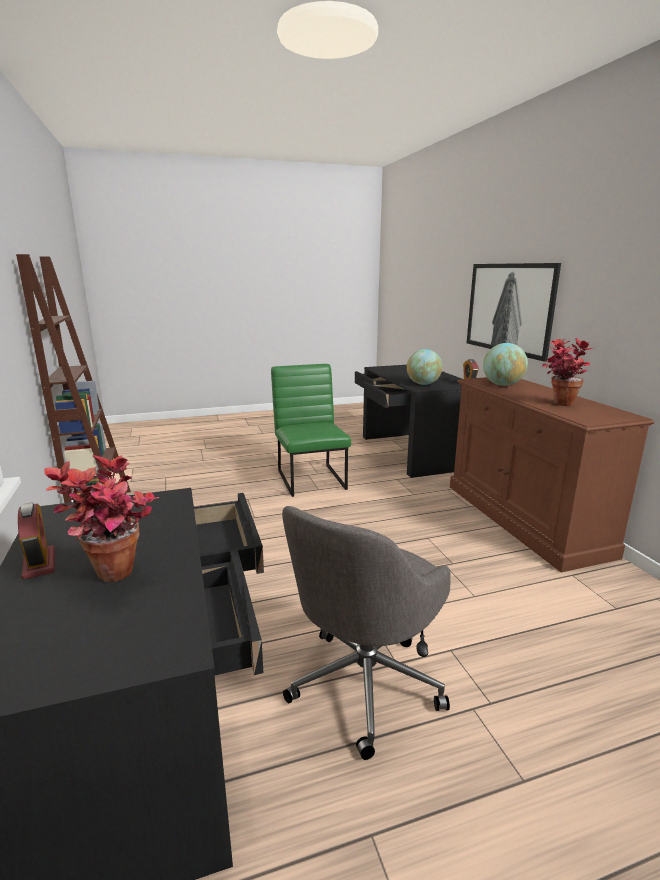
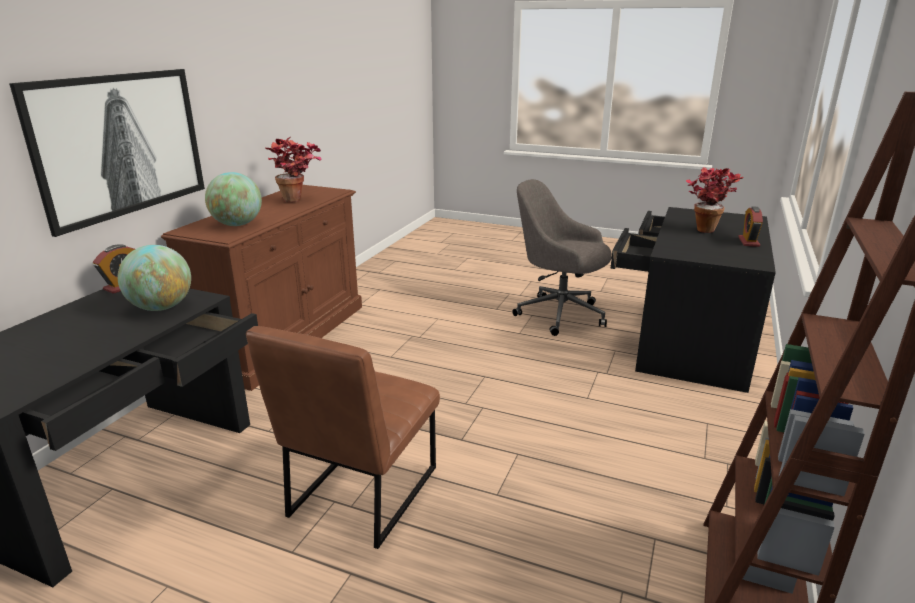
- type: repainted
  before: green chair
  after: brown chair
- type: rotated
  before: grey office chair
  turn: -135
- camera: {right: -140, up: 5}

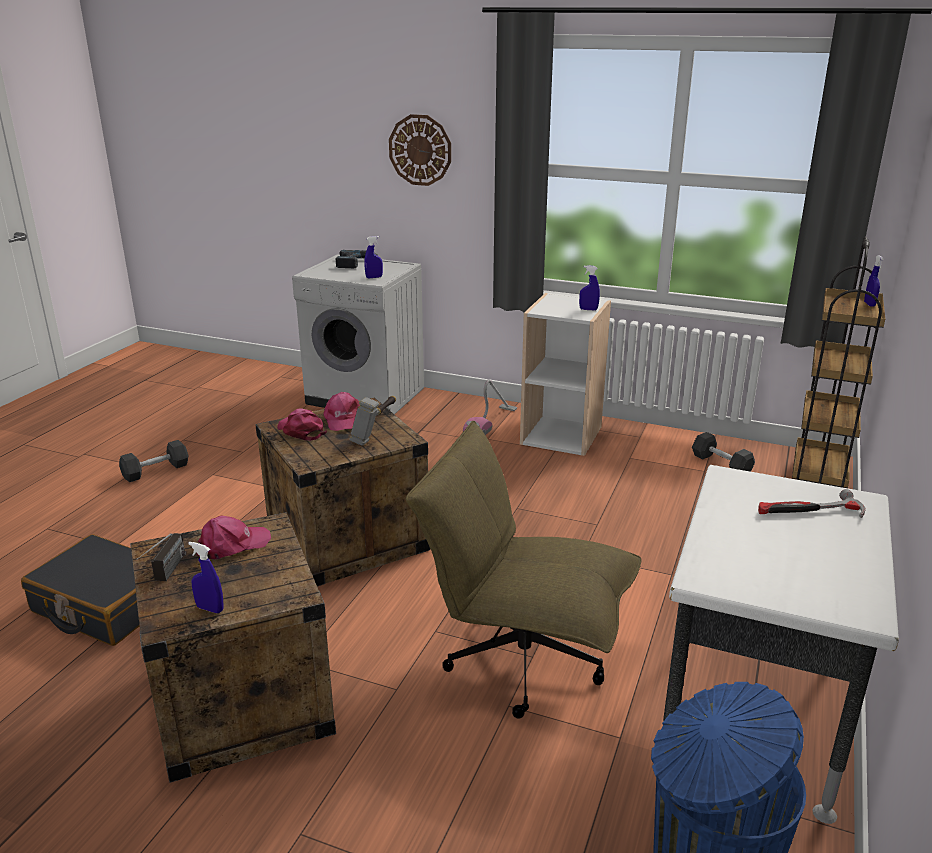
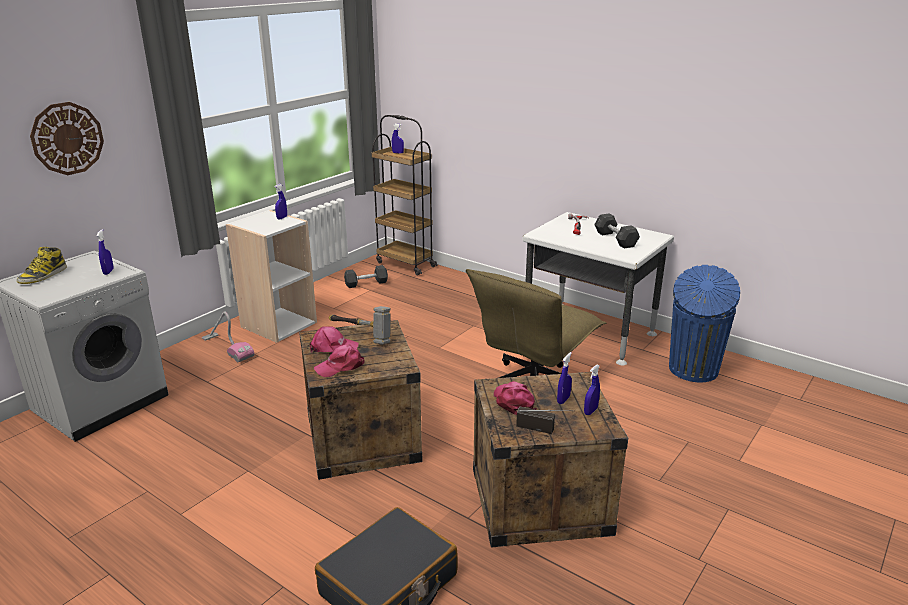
- type: shifted
  before: grey dumbbell (no. 1 from left in the first image)
  after: grey dumbbell (no. 2 from left)
- type: swapped
  before: power drill
  after: boot
- type: new
  after: blue spray bottle (no. 4 from left)
- camera: {right: -75, up: 0}

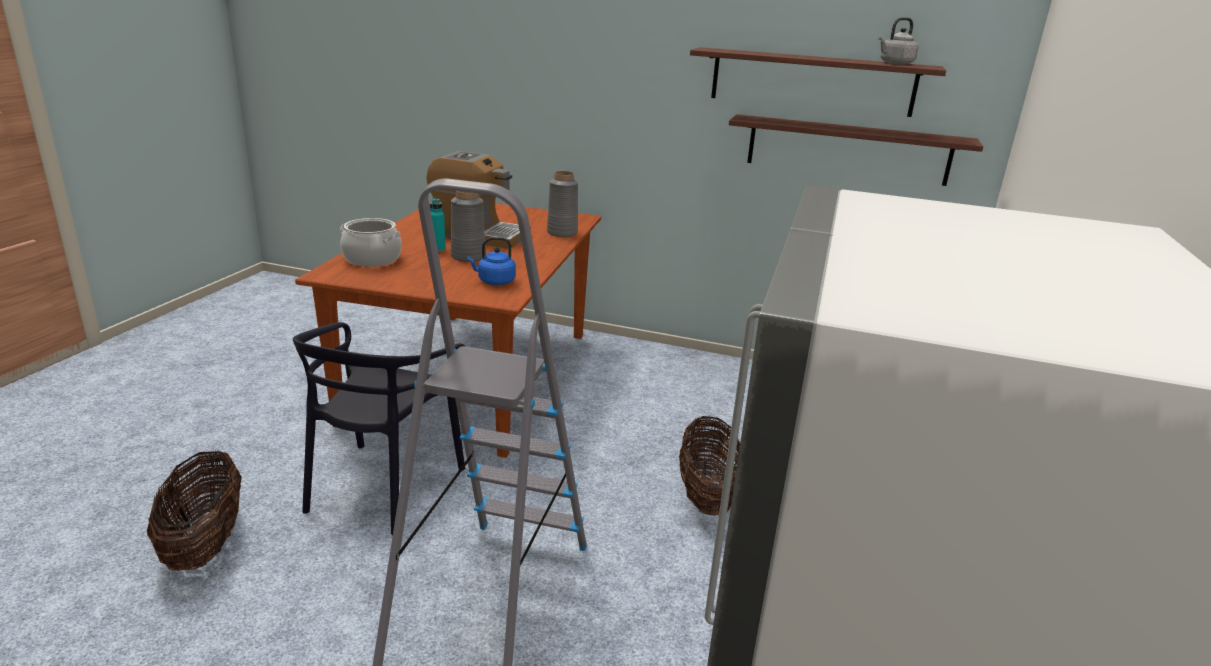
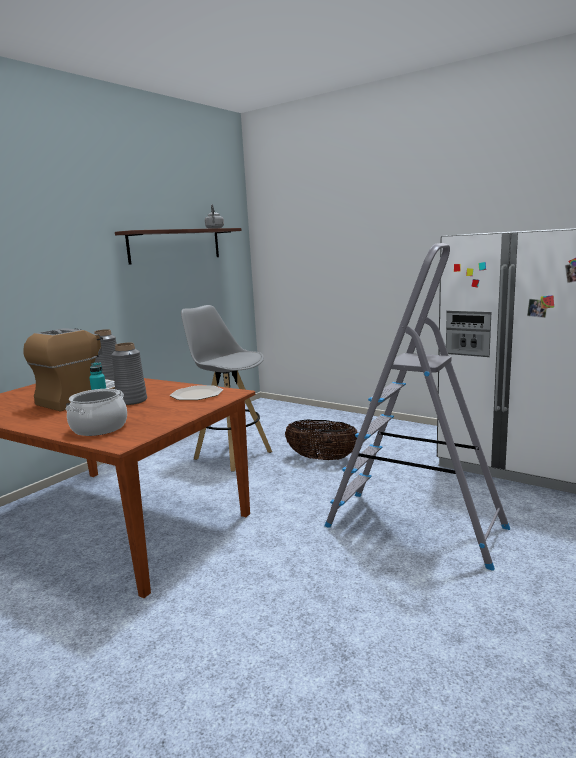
- type: gone
  before: basket (no. 1 from left)
- type: gone
  before: black chair
- type: swapped
  before: blue kettle
  after: plate
- type: gone
  before: shelf (no. 2 from left)
- type: new
  after: grey stool
- camera: {right: -70, up: -10}

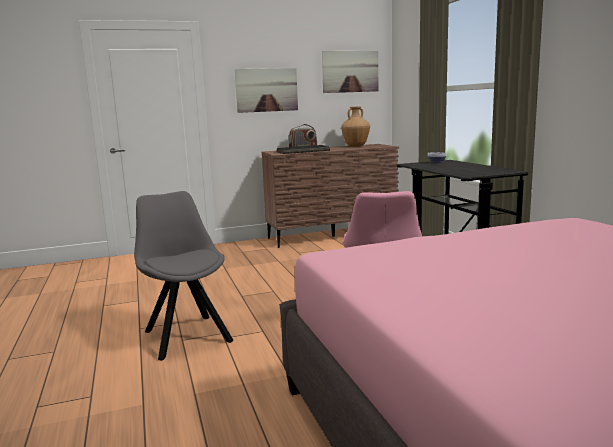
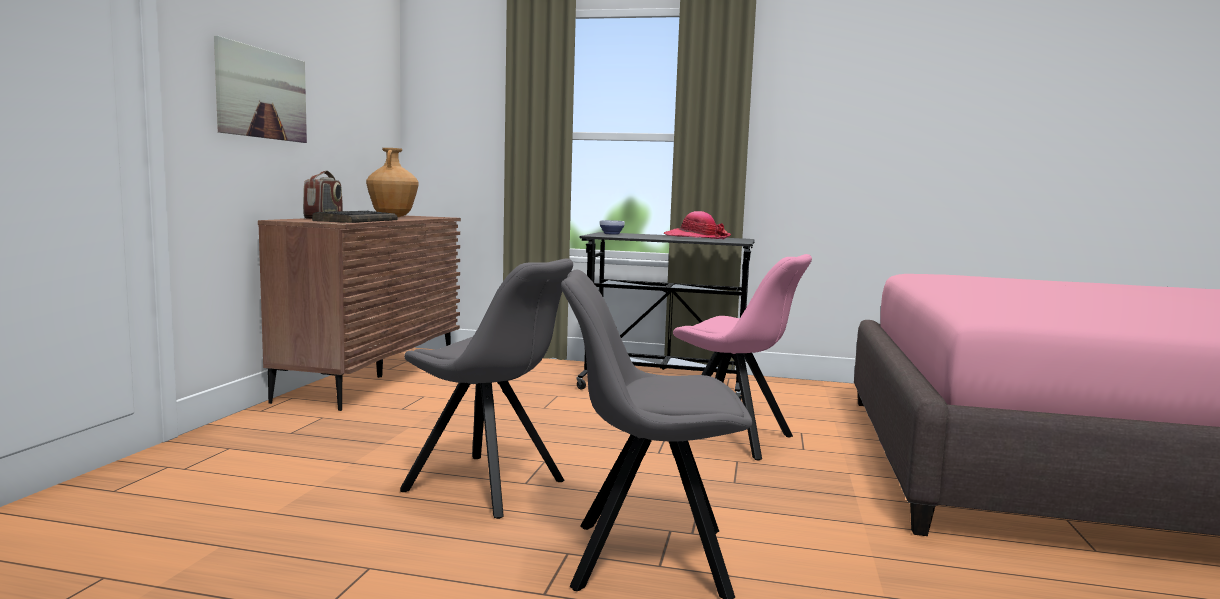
- type: gone
  before: picture (no. 2 from left)
- type: new
  after: grey chair (no. 1 from left)
- type: new
  after: hat
- camera: {right: -60, up: -5}

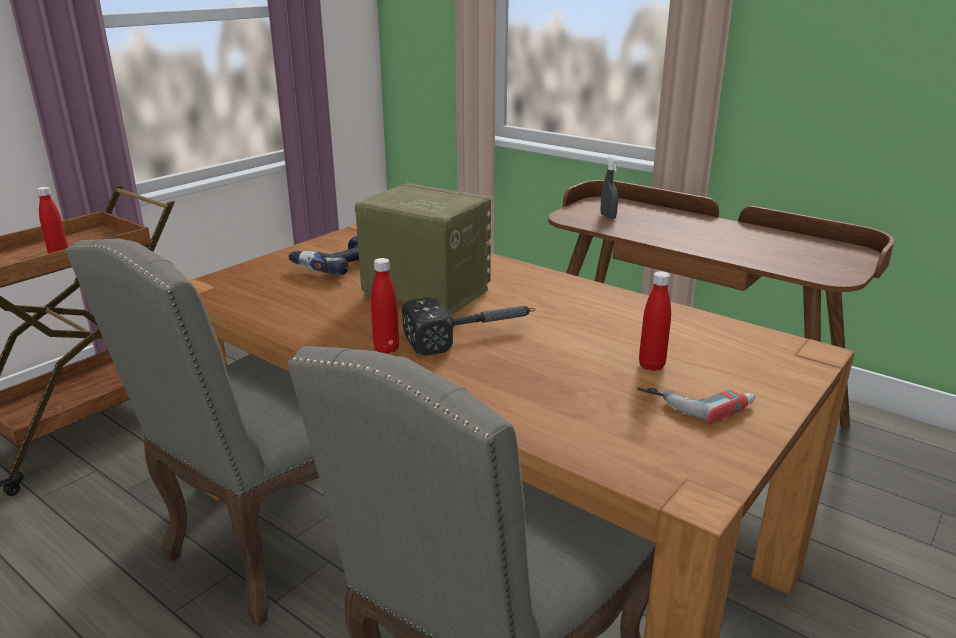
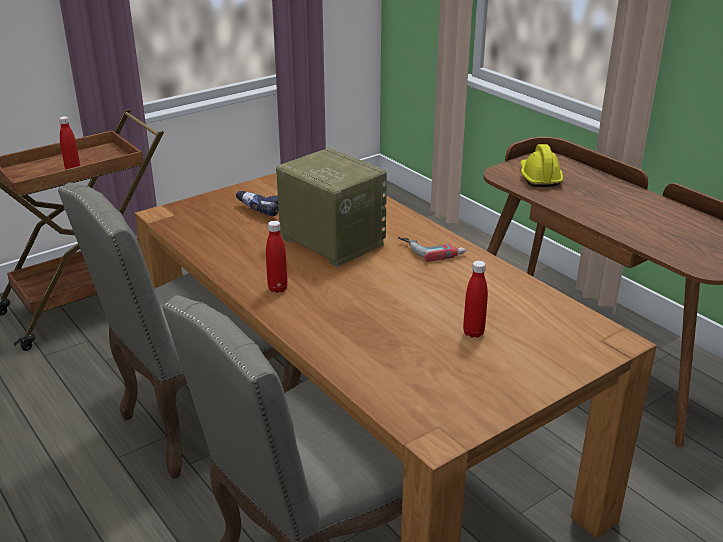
- type: gone
  before: hammer
- type: swapped
  before: grey spray bottle
  after: yellow hard hat
- type: shifted
  before: power drill (no. 2 from left)
- camera: {right: 15, up: 5}

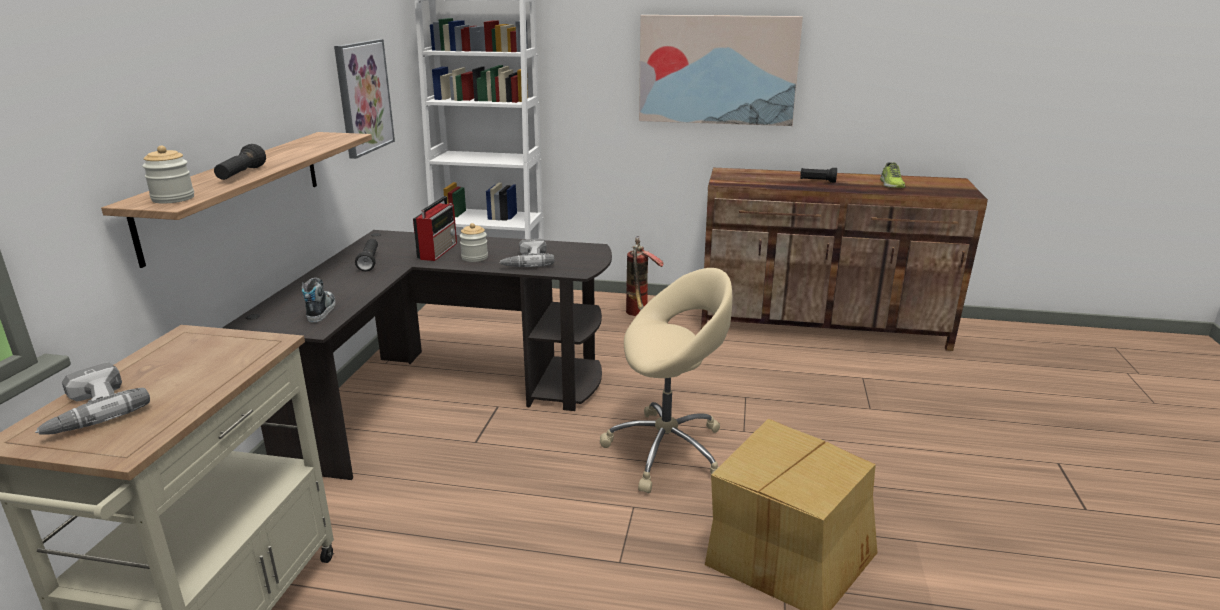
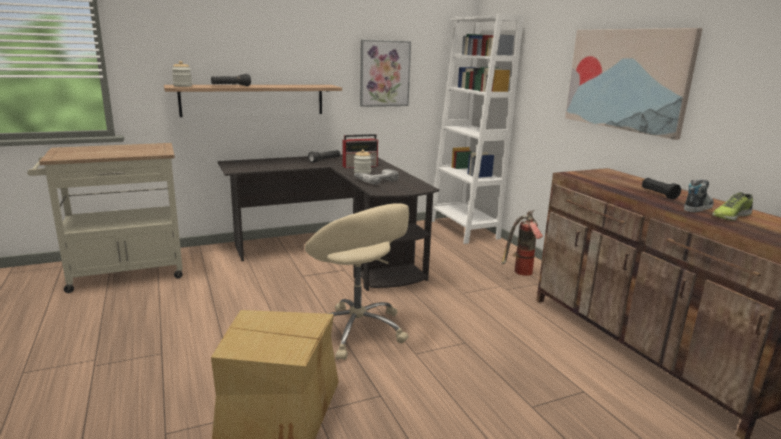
- type: gone
  before: power drill (no. 1 from left)
- type: shifted
  before: shoe (no. 1 from left)
- camera: {right: 55, up: -5}

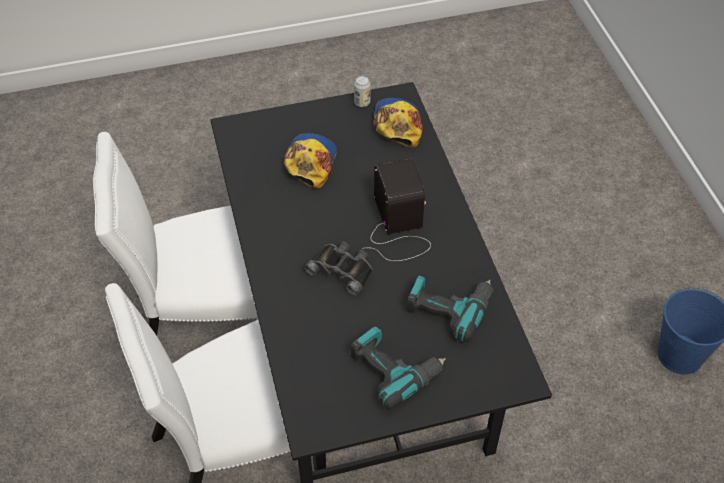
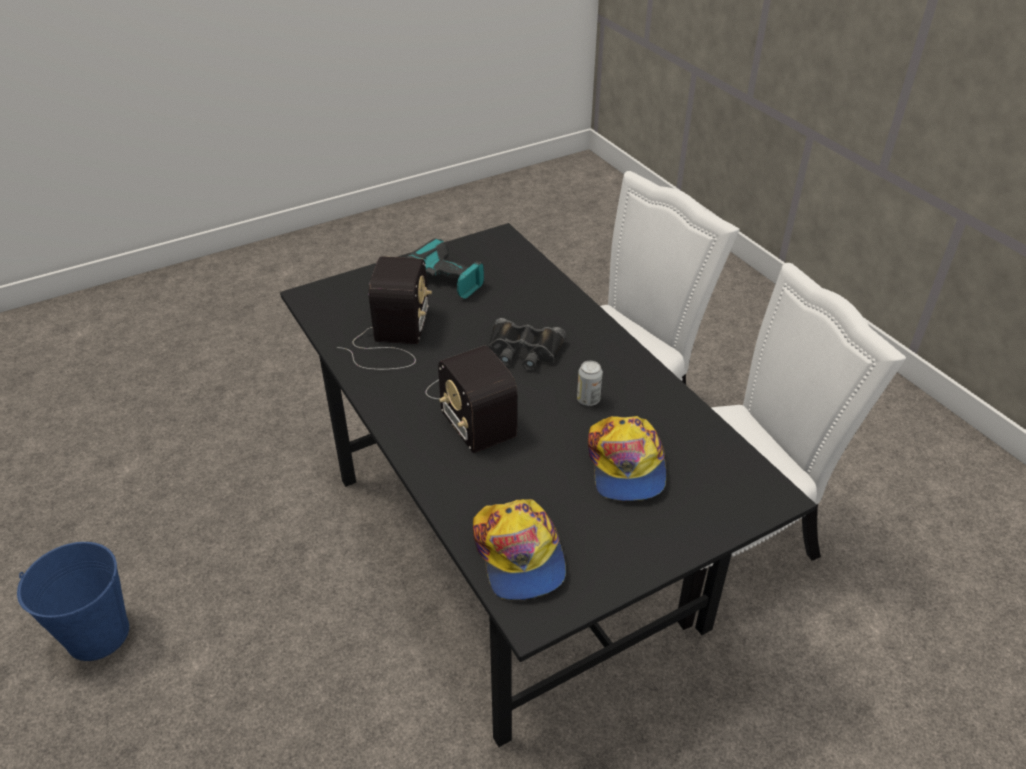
- type: shifted
  before: can
- type: swapped
  before: power drill (no. 2 from left)
  after: radio (no. 1 from left)
- camera: {right: 165, up: -10}

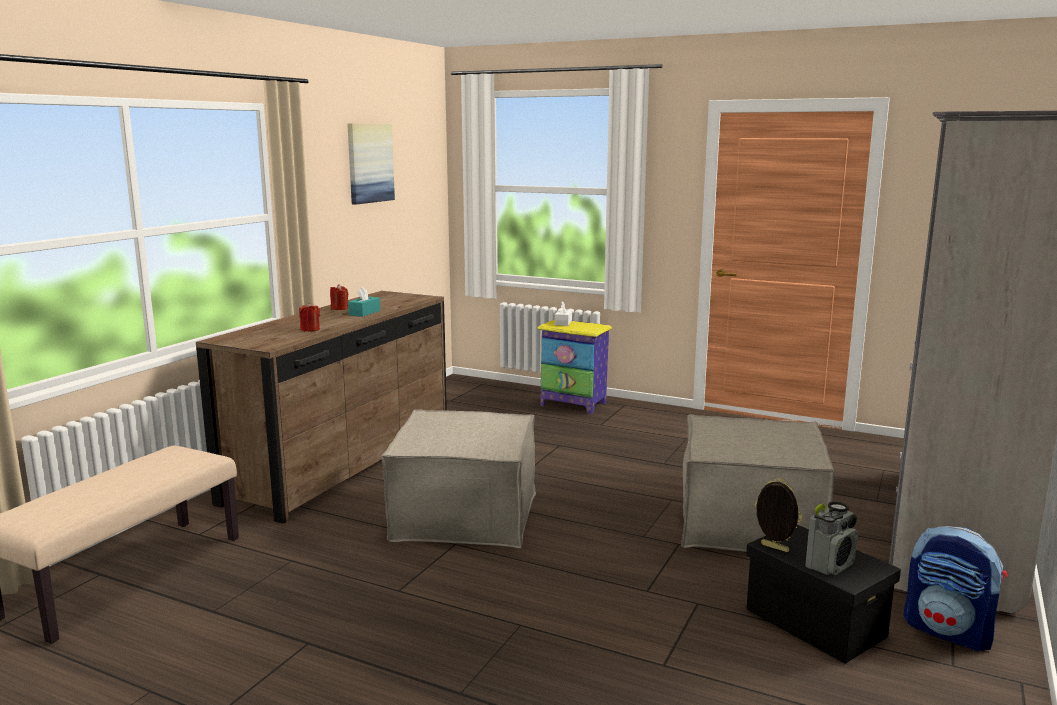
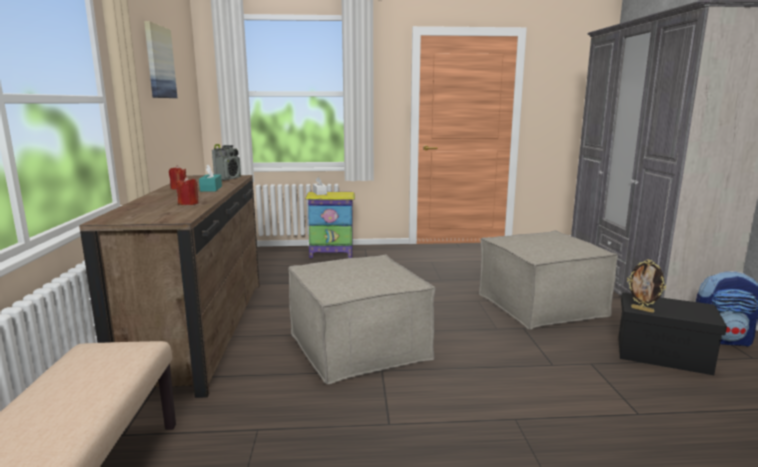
- type: rotated
  before: picture frame
  turn: -150
- type: shifted
  before: radio
- camera: {right: -30, up: 0}

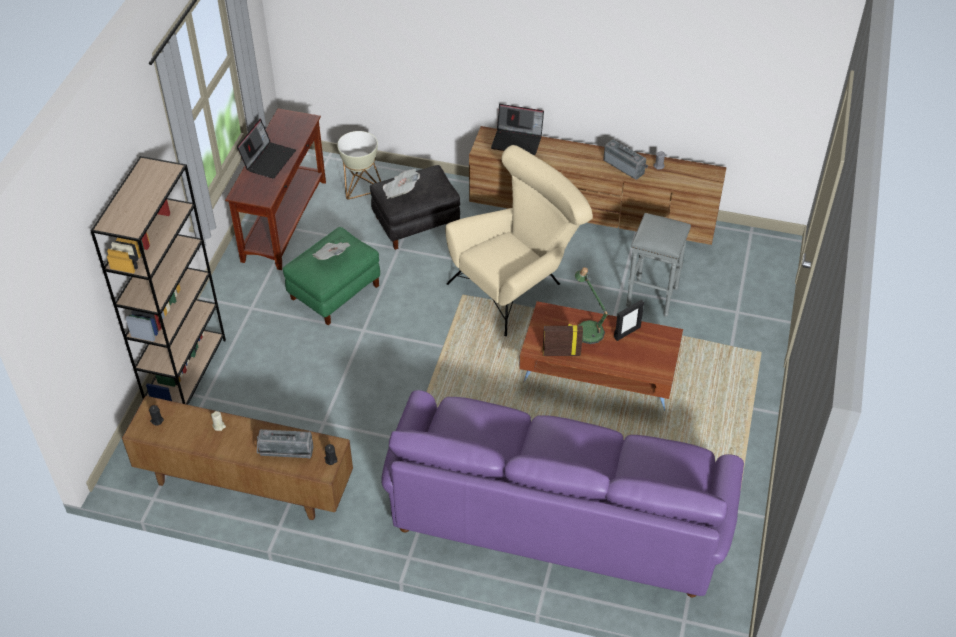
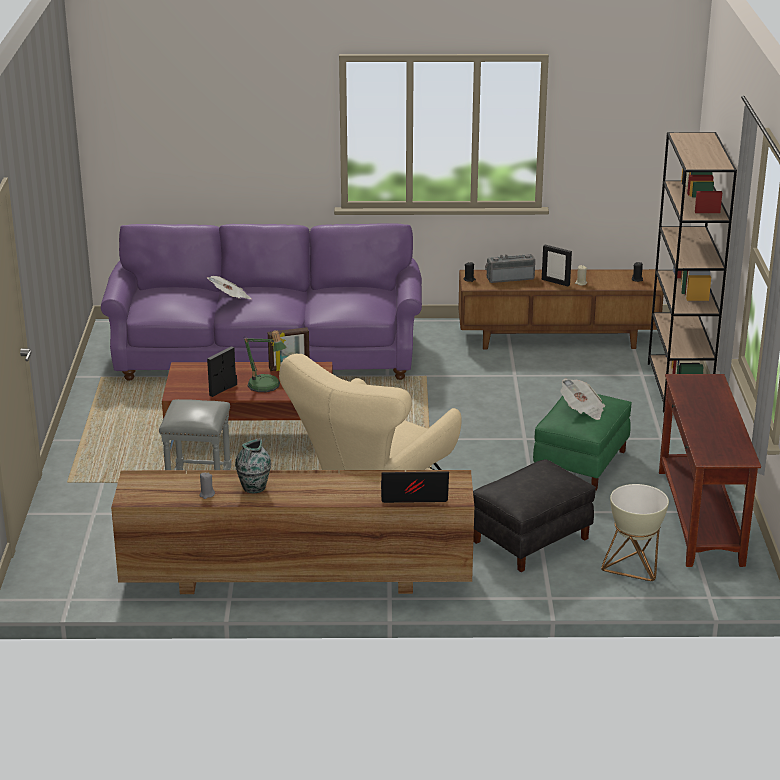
- type: gone
  before: laptop (no. 1 from left)
- type: shifted
  before: newspaper (no. 2 from left in the first image)
  after: newspaper (no. 1 from left)
- type: swapped
  before: radio (no. 2 from left)
  after: vase
- type: new
  after: picture frame (no. 3 from left)
- camera: {right: 165, up: -20}

